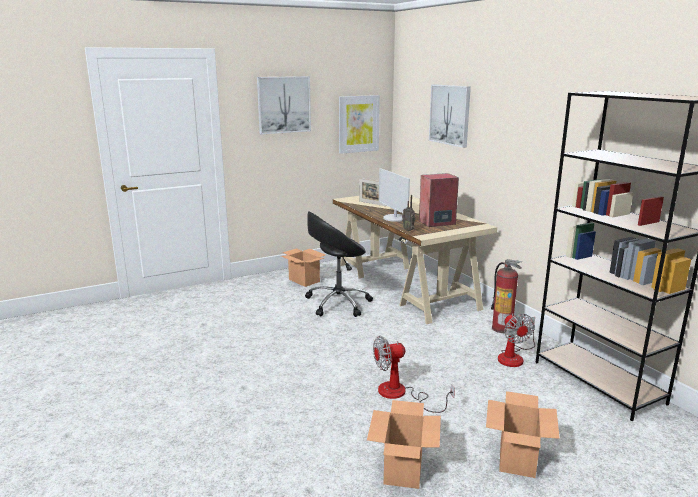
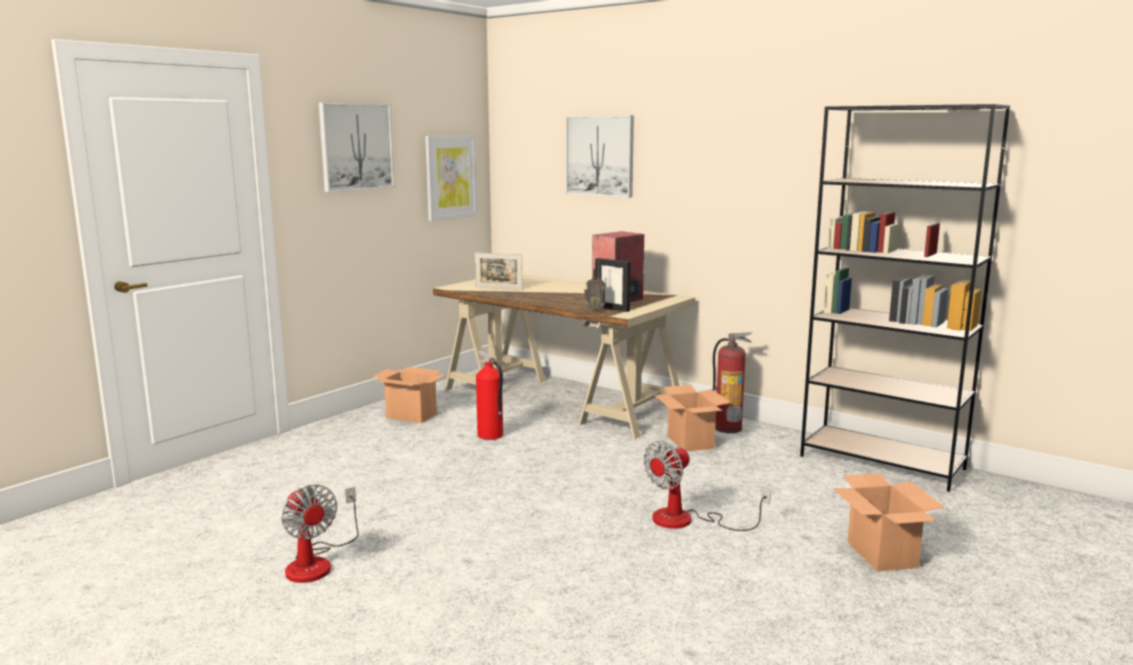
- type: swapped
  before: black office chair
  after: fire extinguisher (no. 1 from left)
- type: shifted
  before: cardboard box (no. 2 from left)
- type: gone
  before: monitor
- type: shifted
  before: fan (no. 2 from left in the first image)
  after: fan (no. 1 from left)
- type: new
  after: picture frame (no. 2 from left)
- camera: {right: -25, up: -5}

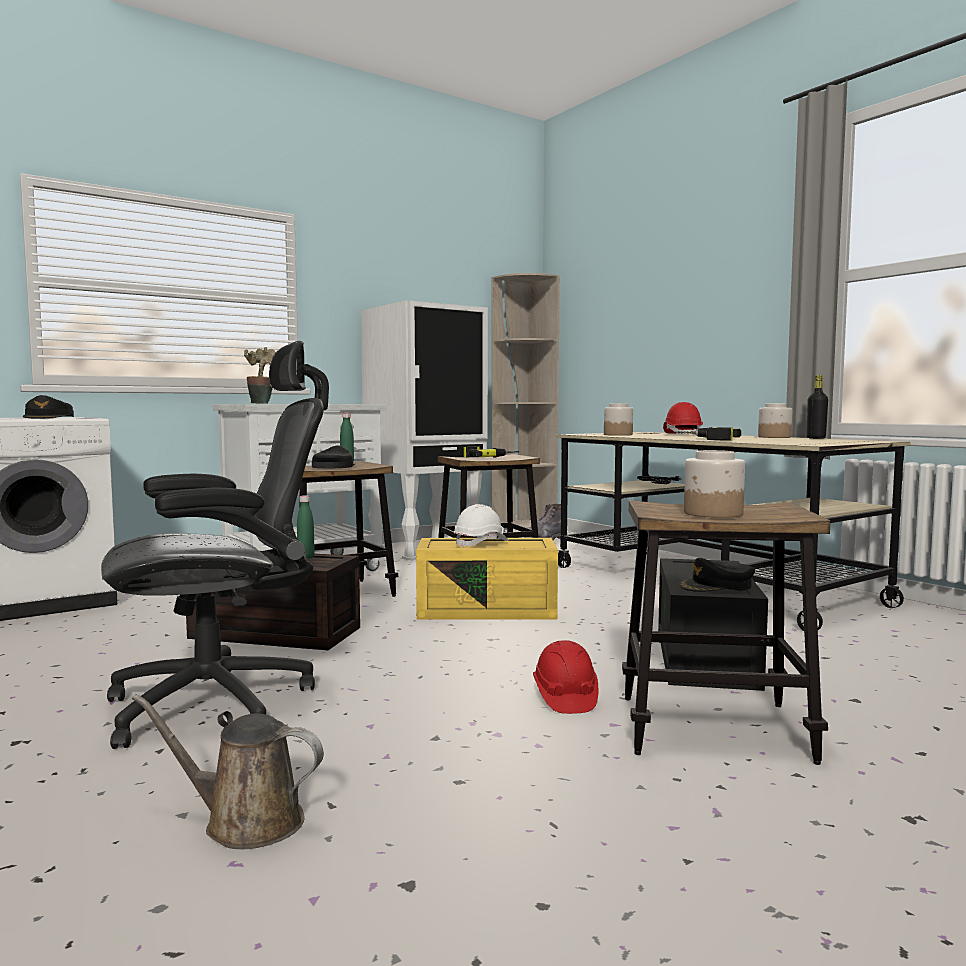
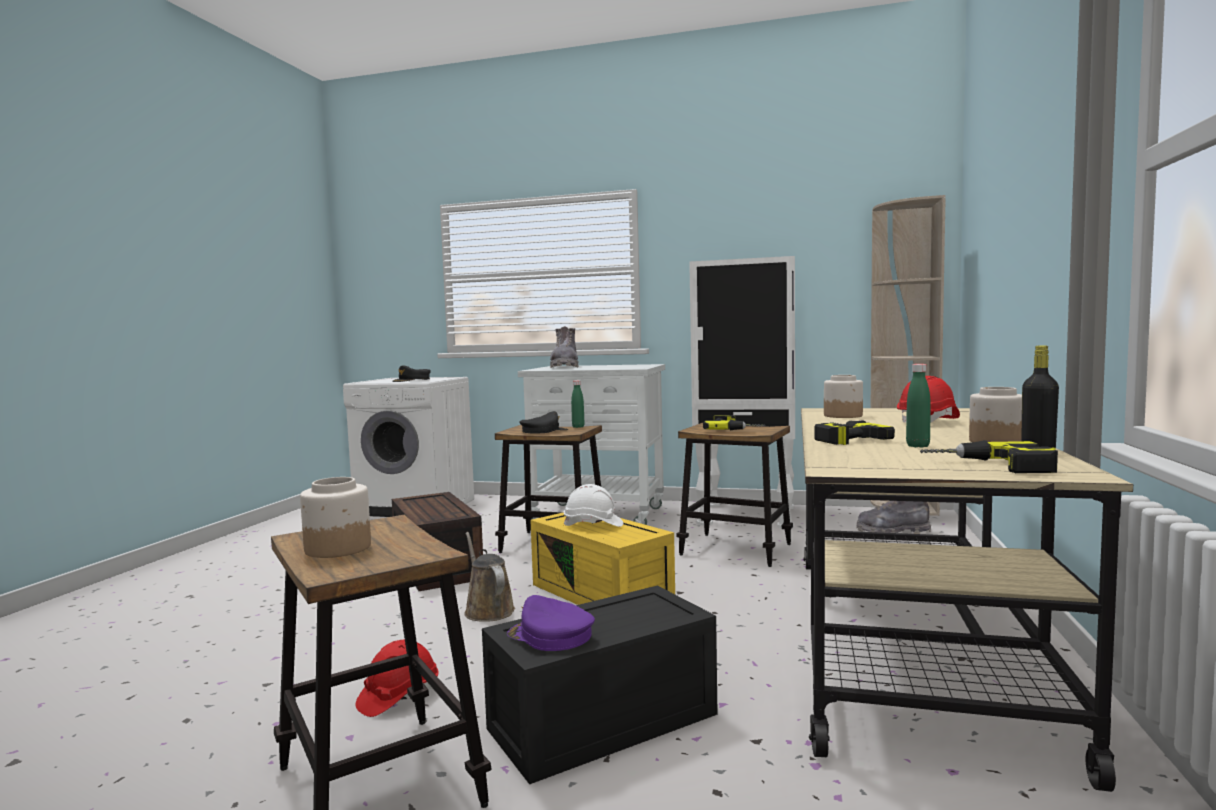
- type: gone
  before: office chair
- type: shifted
  before: brown watering can
- type: swapped
  before: potted plant
  after: grey boot (no. 1 from left)
- type: shifted
  before: green bottle (no. 1 from left in the first image)
  after: green bottle (no. 2 from left)
- type: repainted
  before: black cap (no. 3 from left)
  after: purple cap
- type: new
  after: power drill (no. 3 from left)
- camera: {right: 50, up: 0}

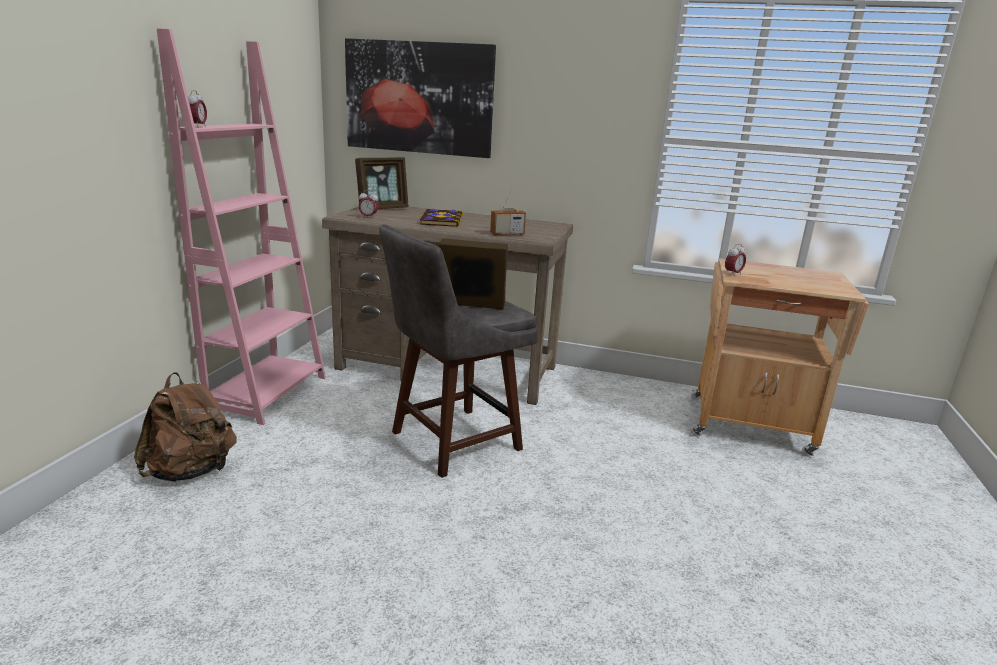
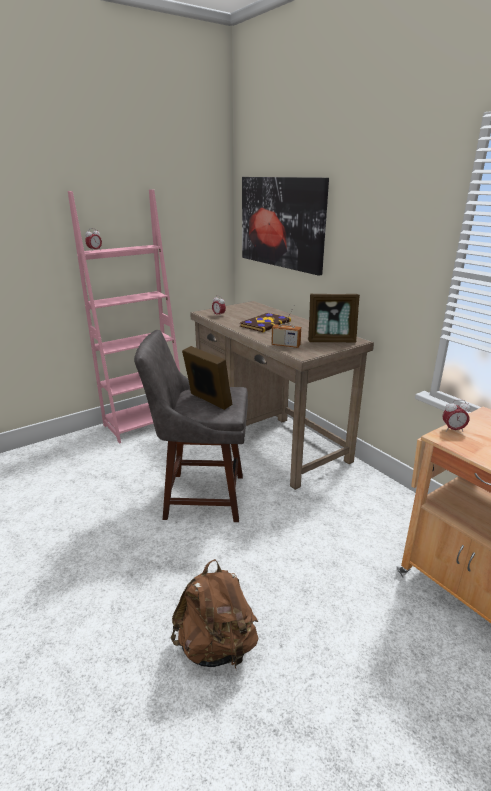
- type: shifted
  before: brown backpack
- type: shifted
  before: picture frame (no. 1 from left in the first image)
  after: picture frame (no. 2 from left)
- camera: {right: 40, up: 5}

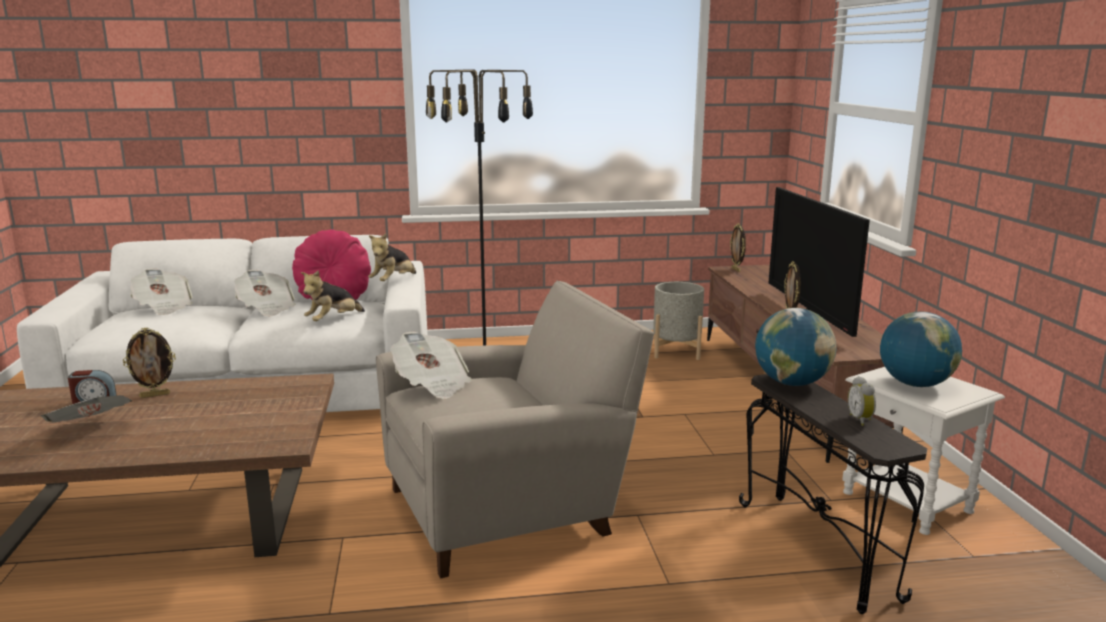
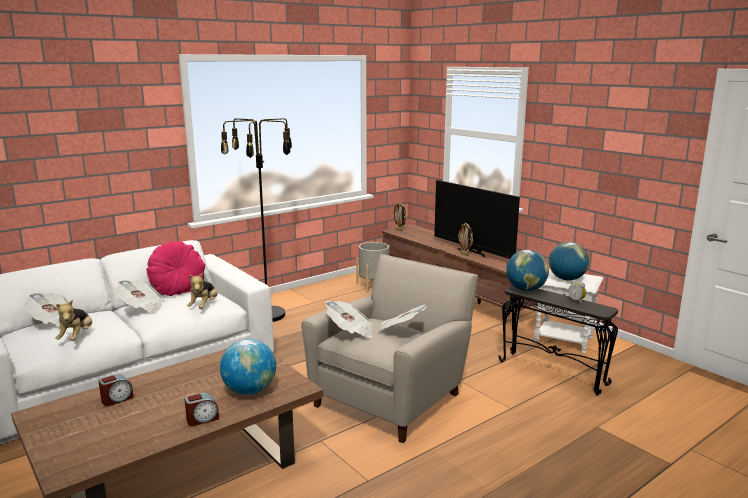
- type: shifted
  before: newspaper (no. 1 from left in the first image)
  after: newspaper (no. 4 from left)
- type: gone
  before: picture frame (no. 1 from left)
- type: shifted
  before: plush toy (no. 2 from left in the first image)
  after: plush toy (no. 1 from left)
- type: new
  after: alarm clock (no. 2 from left)
- type: new
  after: globe (no. 1 from left)
- camera: {right: -30, up: 0}

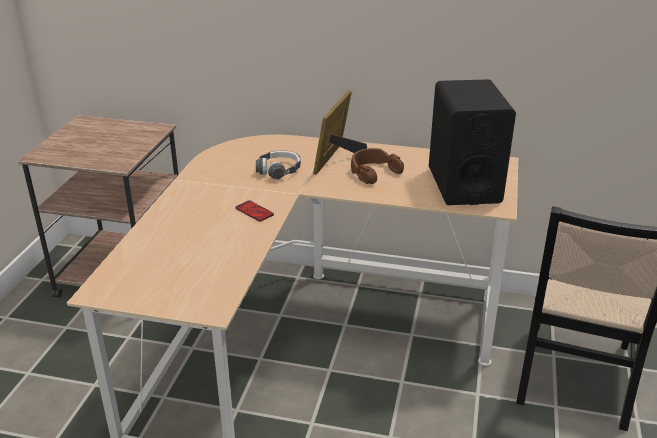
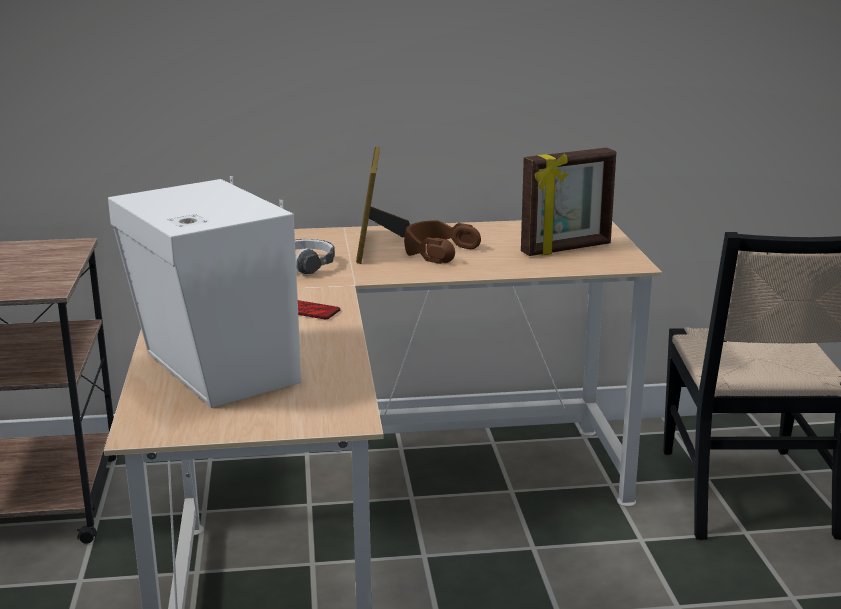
- type: swapped
  before: black speaker
  after: picture frame (no. 2 from left)
- type: new
  after: white speaker
- camera: {right: -20, up: -10}

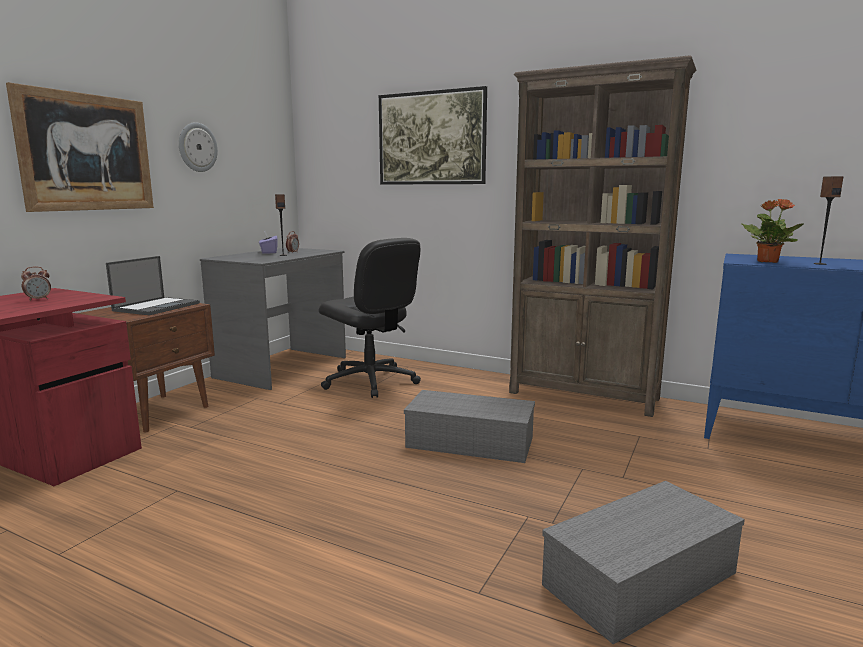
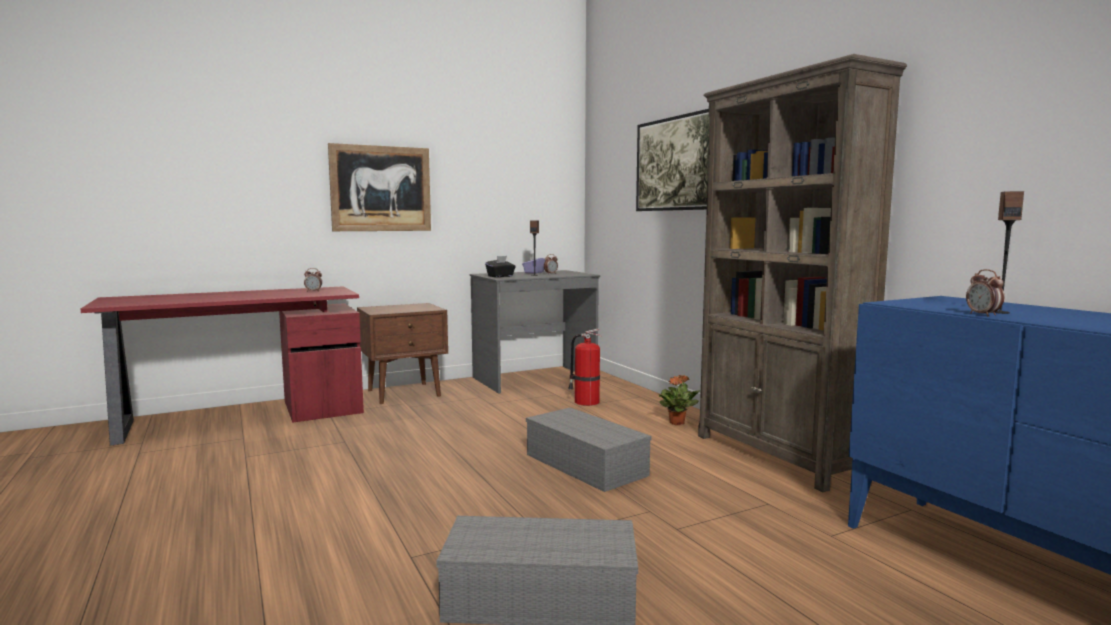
- type: gone
  before: laptop
- type: gone
  before: wall clock
- type: swapped
  before: black office chair
  after: fire extinguisher
- type: shifted
  before: potted plant
- type: new
  after: black tissue box
- type: new
  after: alarm clock (no. 3 from left)
- camera: {right: 35, up: -5}

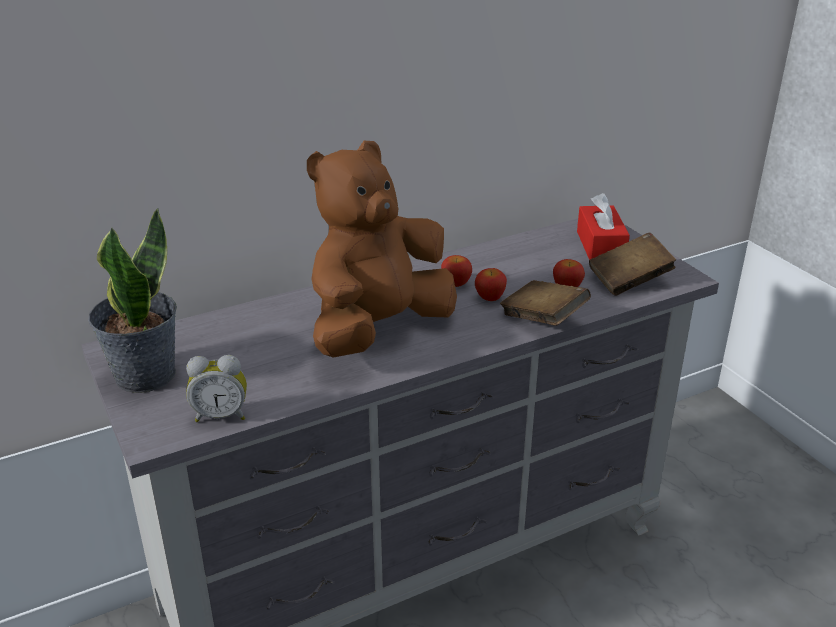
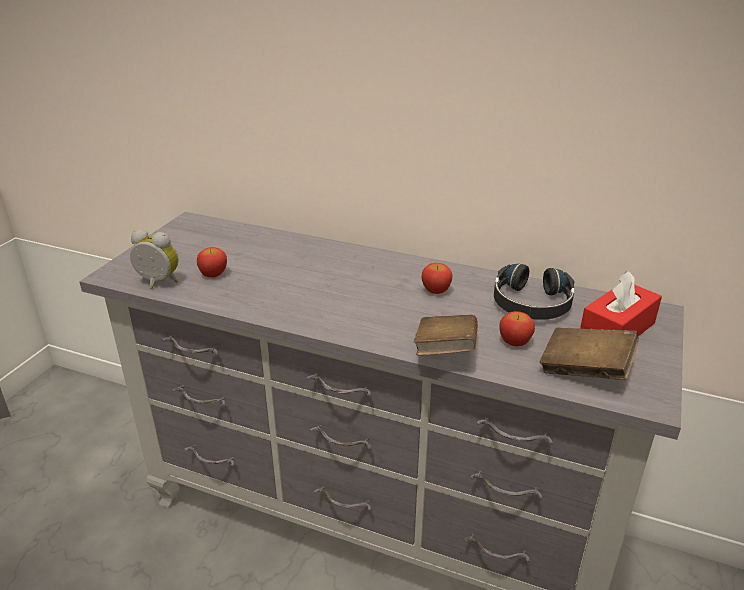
- type: gone
  before: potted plant
- type: rotated
  before: alarm clock
  turn: 150
- type: gone
  before: brown plush toy
- type: shifted
  before: apple (no. 2 from left in the first image)
  after: apple (no. 1 from left)
- type: new
  after: black headphones
- camera: {right: 50, up: 0}

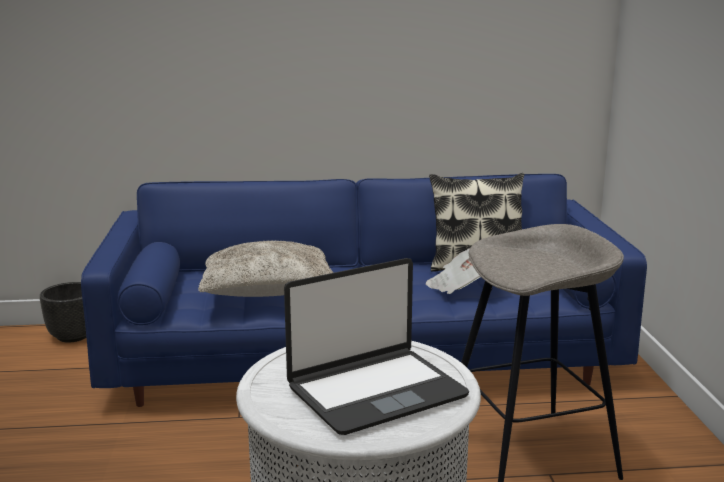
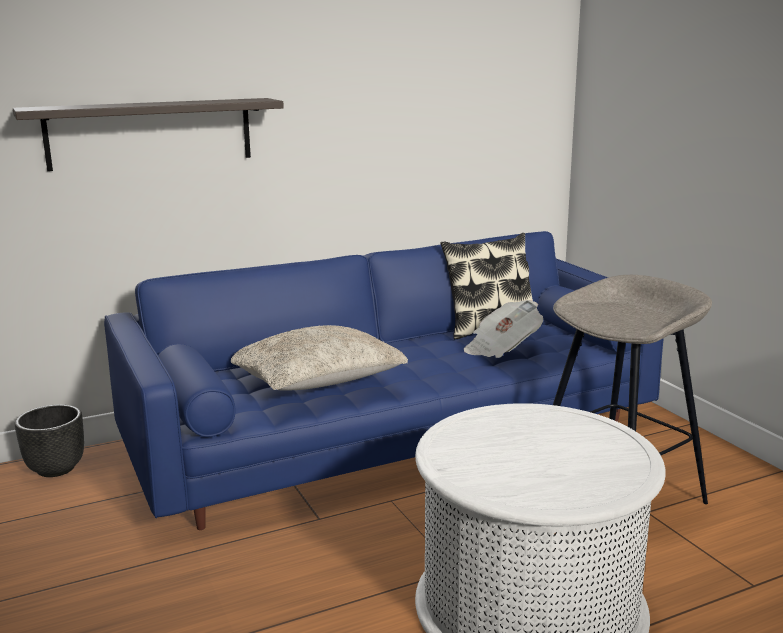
- type: gone
  before: laptop
- type: new
  after: shelf
- camera: {right: -20, up: 0}

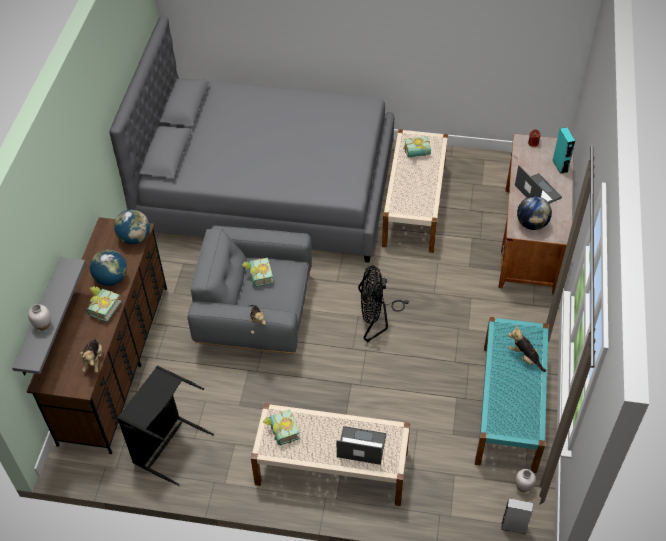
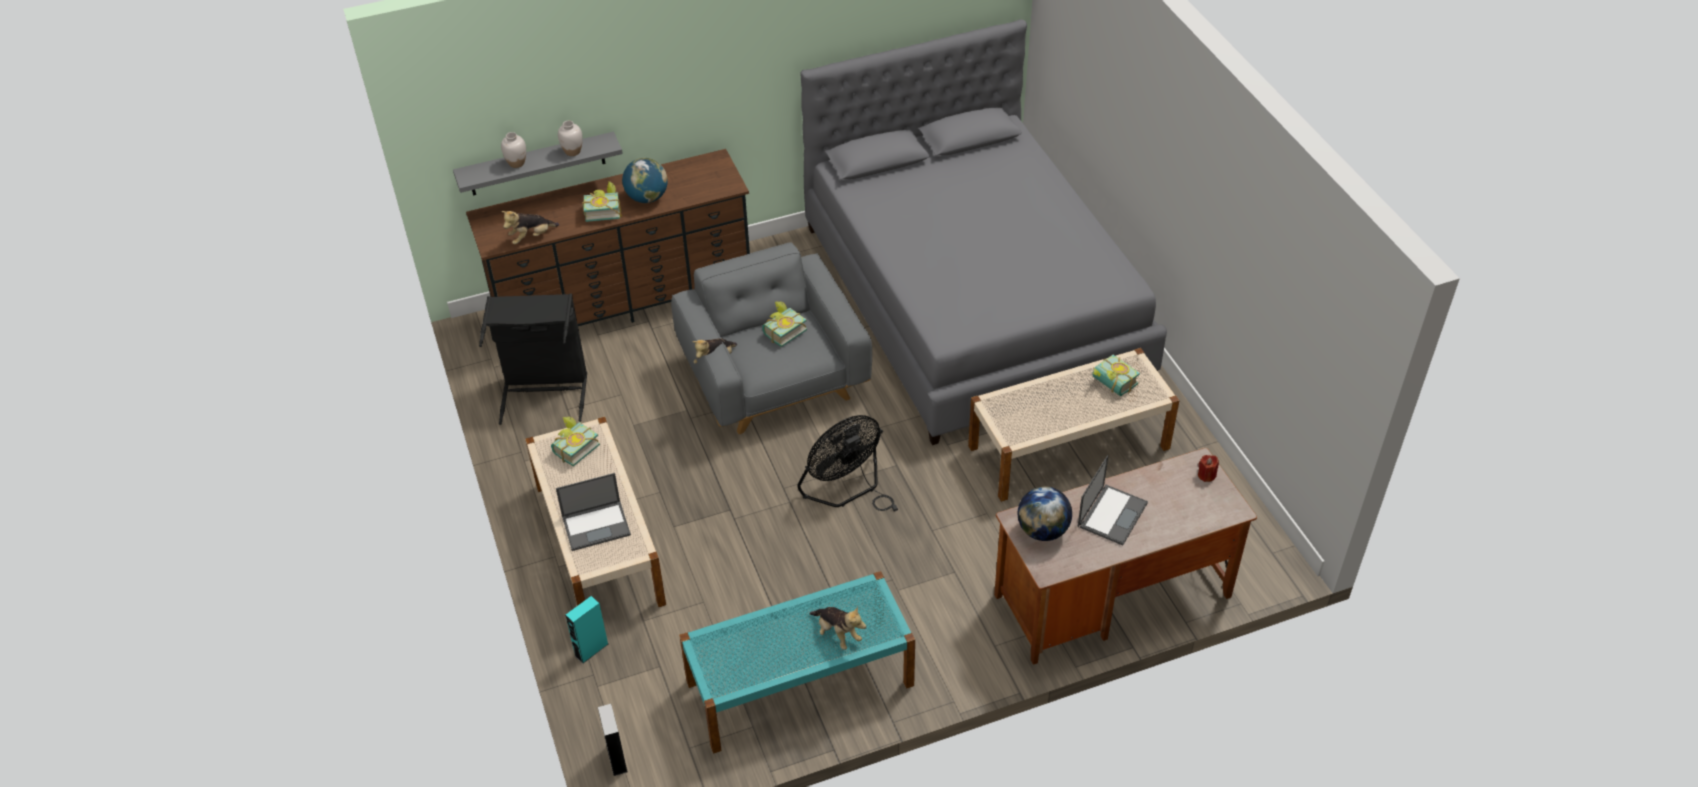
- type: gone
  before: globe (no. 2 from left)
- type: rotated
  before: laptop (no. 1 from left)
  turn: 90
- type: rotated
  before: plush toy (no. 3 from left)
  turn: 120
- type: shifted
  before: white vase (no. 2 from left)
- type: shifted
  before: turquoise speaker
- camera: {right: 60, up: -5}

